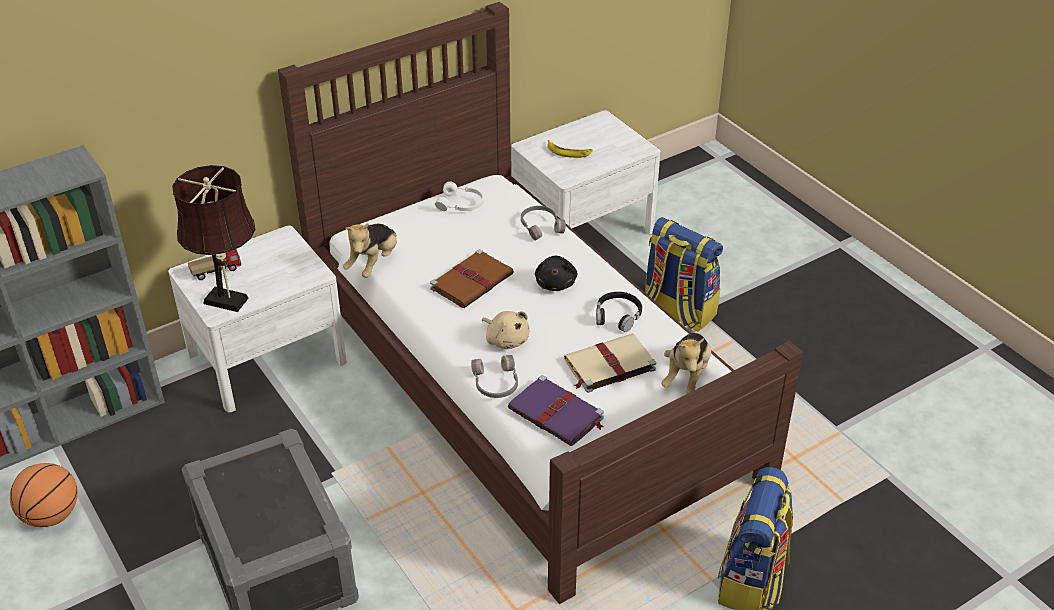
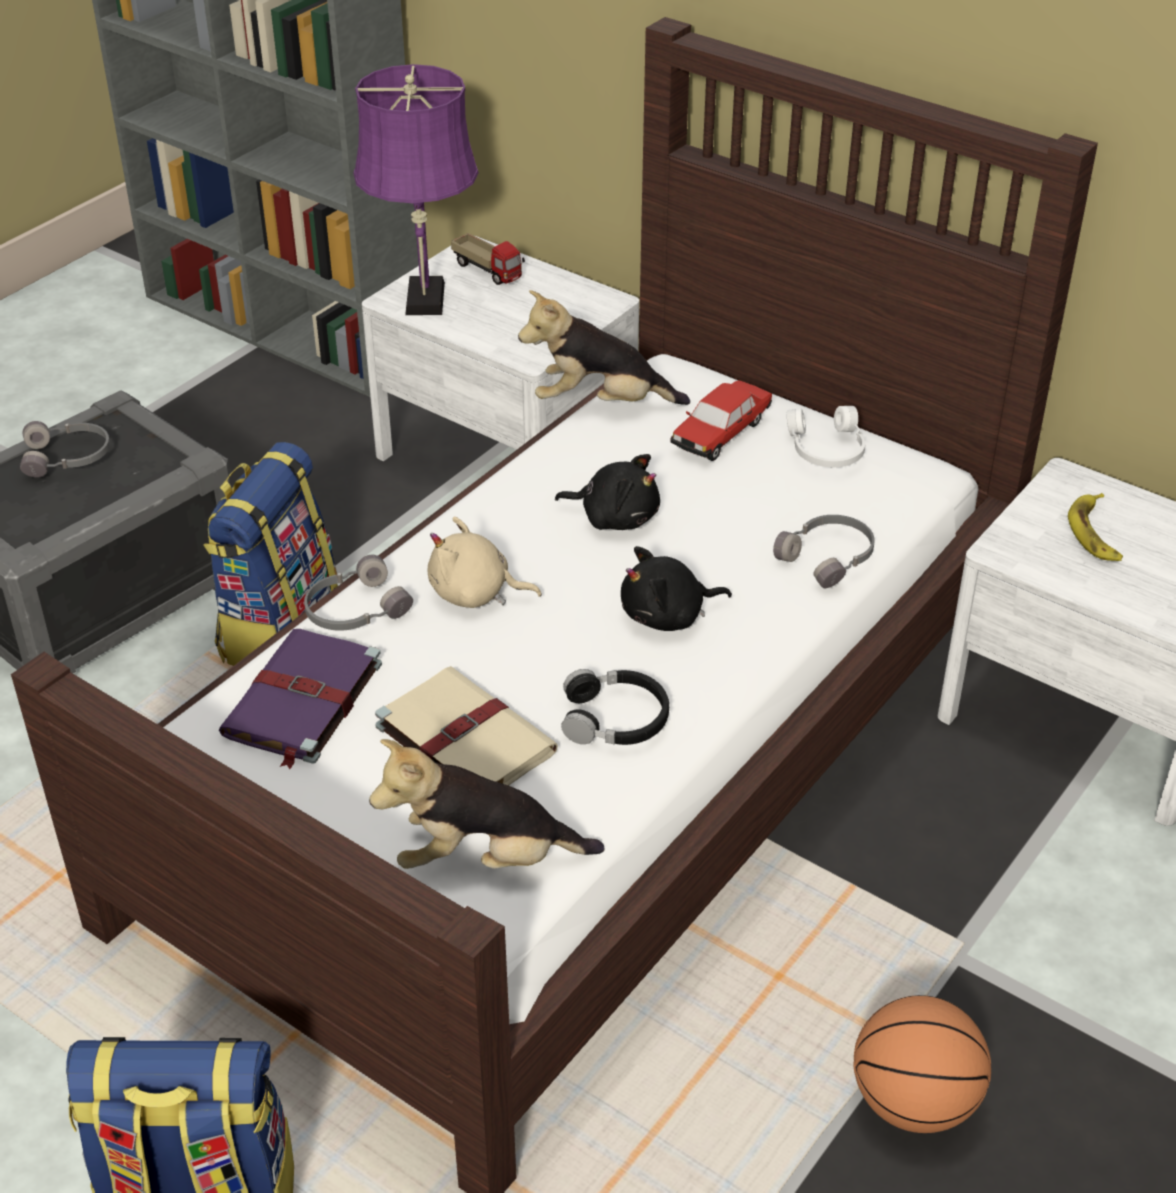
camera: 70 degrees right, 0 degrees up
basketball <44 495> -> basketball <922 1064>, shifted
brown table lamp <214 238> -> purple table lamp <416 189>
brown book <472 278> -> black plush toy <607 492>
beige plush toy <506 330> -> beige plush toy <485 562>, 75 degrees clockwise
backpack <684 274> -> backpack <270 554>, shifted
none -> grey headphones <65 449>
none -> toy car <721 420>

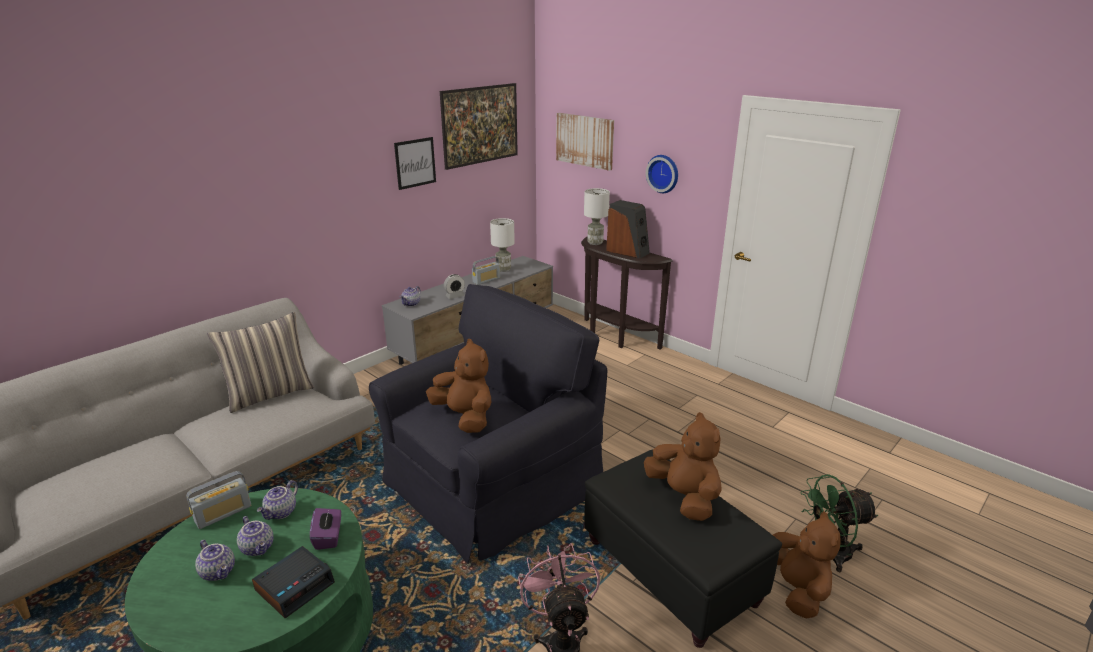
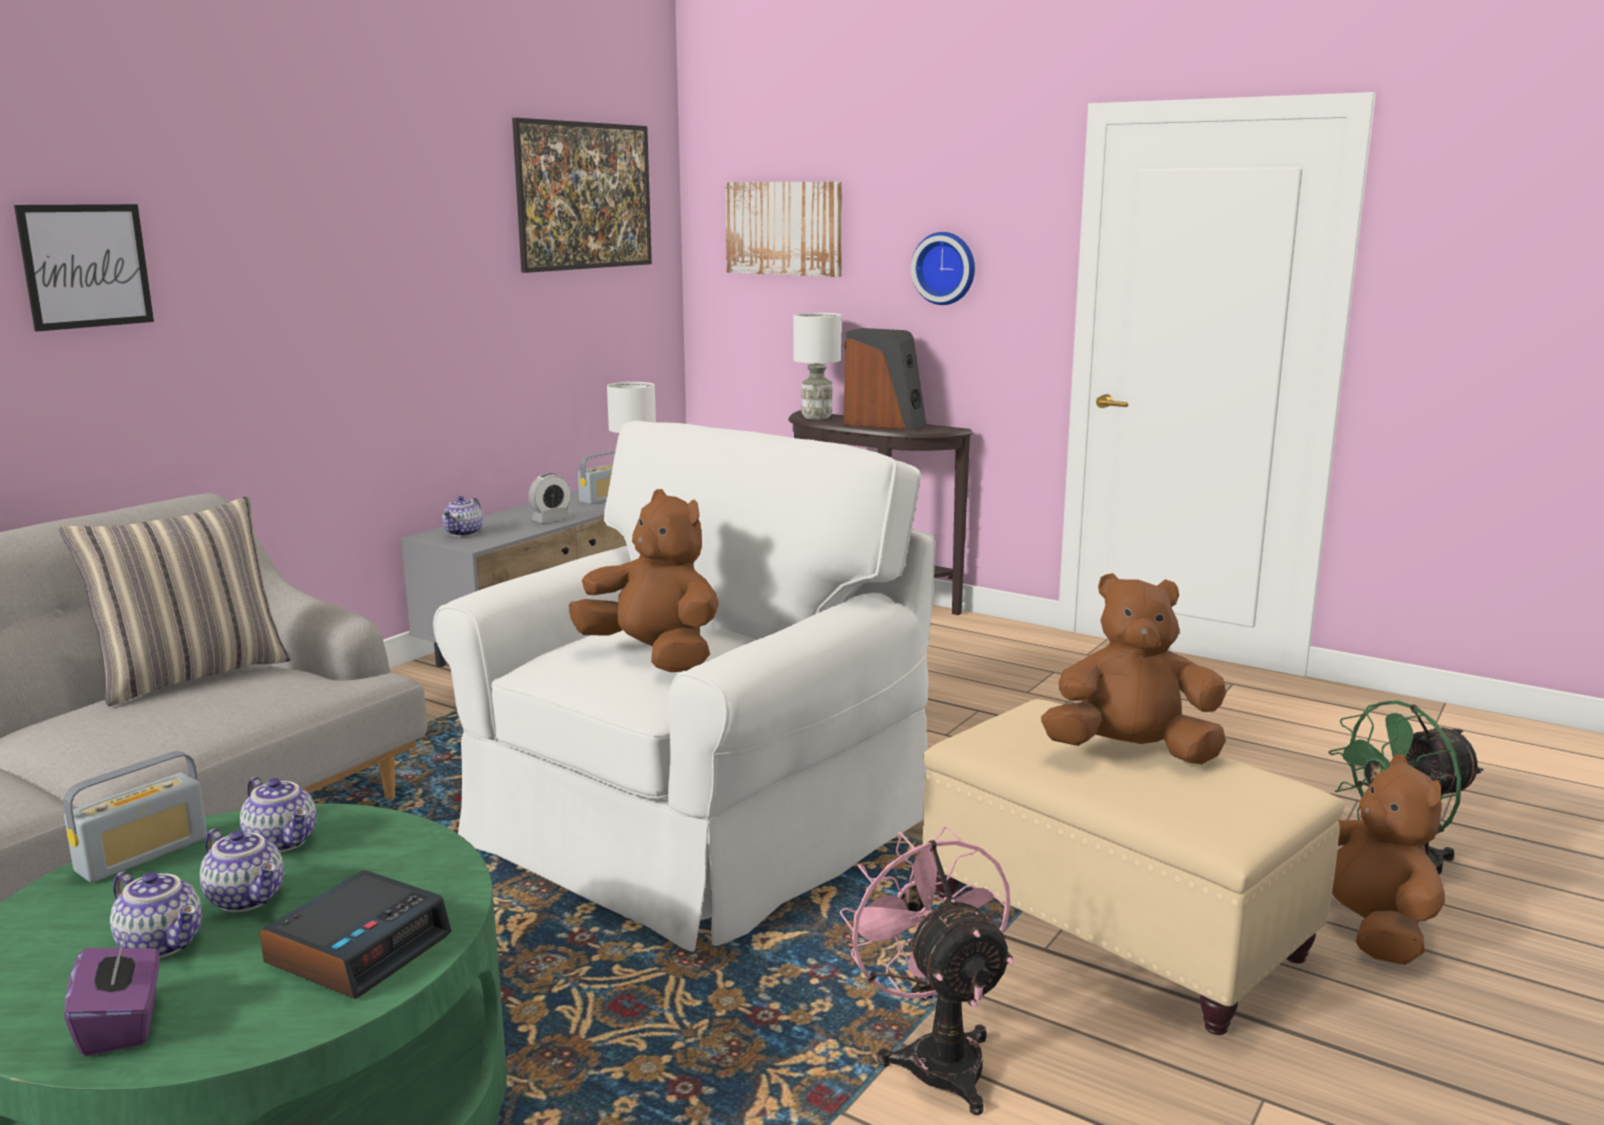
camera: 10 degrees left, 10 degrees down
teapot <277 500> -> teapot <278 815>, 60 degrees counterclockwise
purple tissue box <325 529> -> purple tissue box <112 995>, shifted
black armchair <488 423> -> white armchair <684 686>
picture <415 163> -> picture <84 267>, shifted
black ottoman <683 549> -> beige ottoman <1134 867>
brown plush toy <683 466> -> brown plush toy <1133 668>, 45 degrees counterclockwise

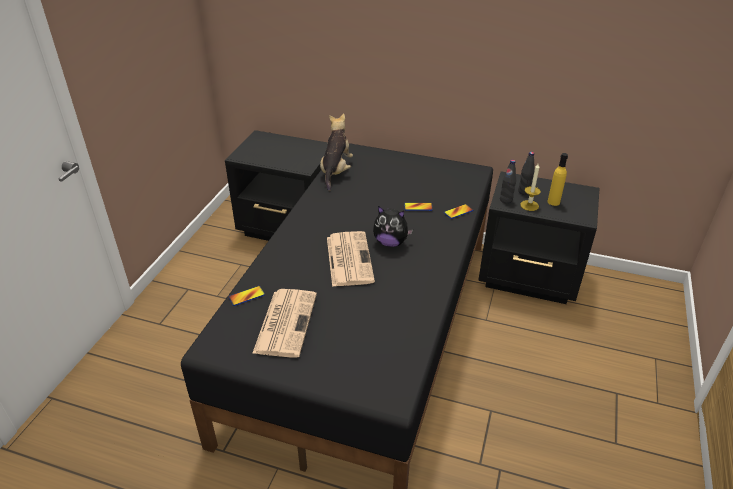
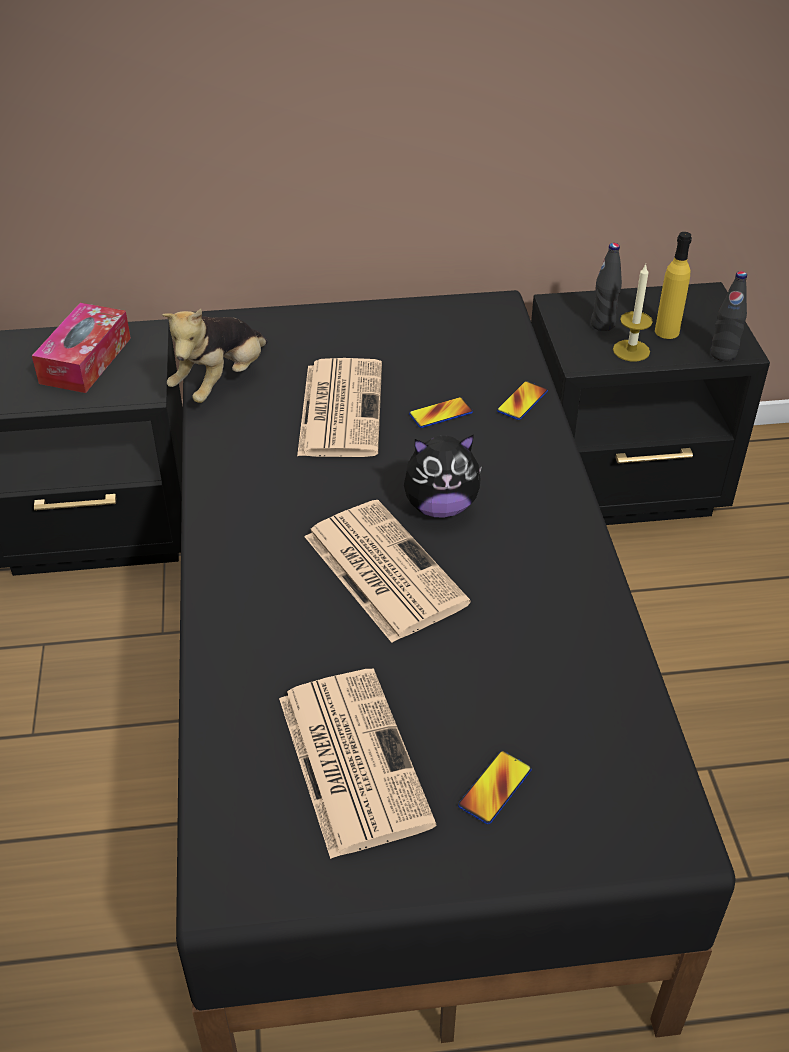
camera: 25 degrees left, 5 degrees up
phone <246 296> -> phone <495 787>, shifted
plush toy <336 152> -> plush toy <215 356>, 135 degrees counterclockwise
black bottle <508 181> -> black bottle <729 316>, shifted
none -> tissue box <81 348>
none -> newspaper <339 407>

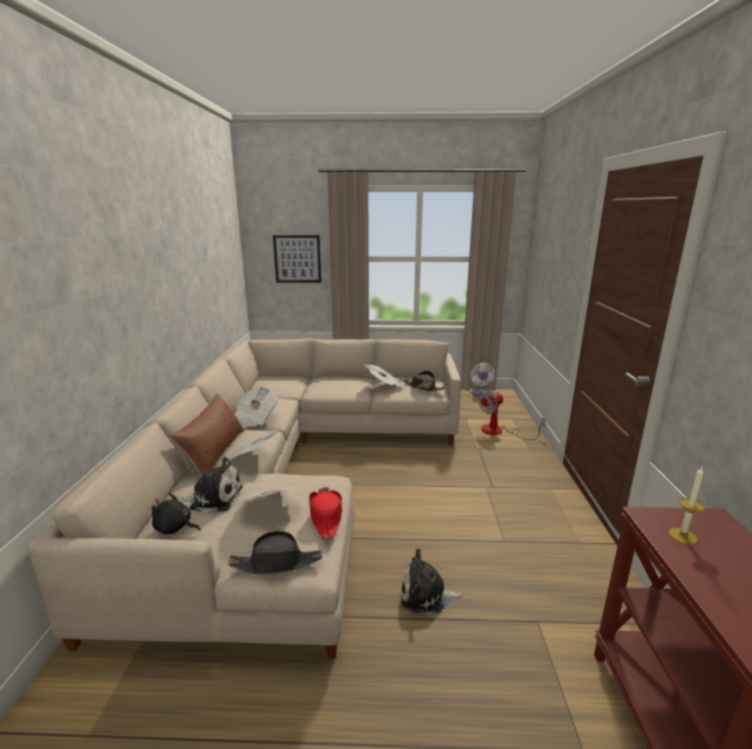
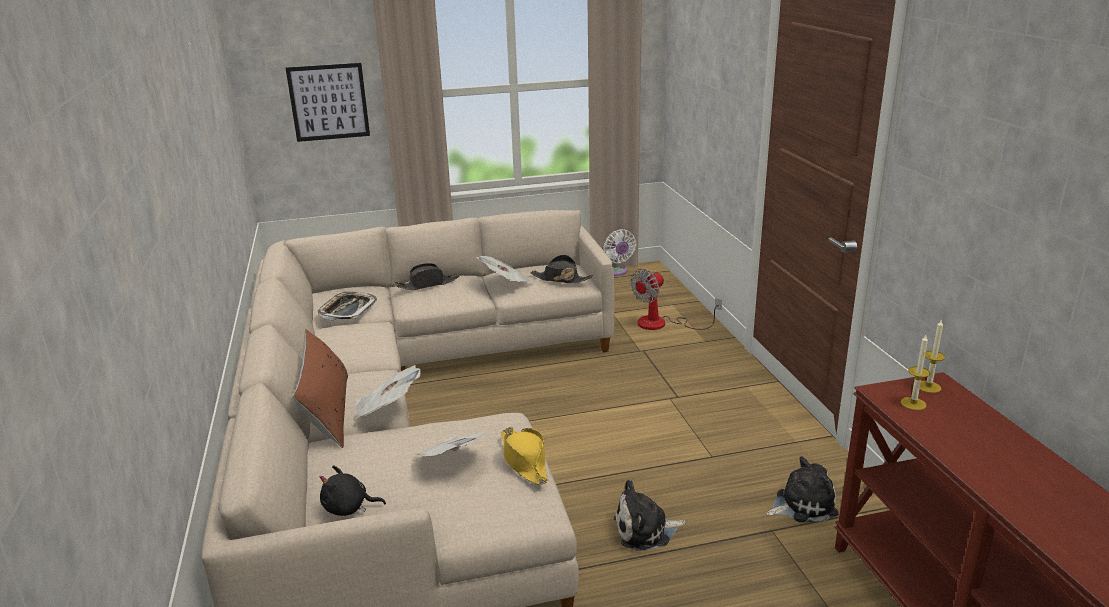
camera: 15 degrees left, 5 degrees up
plush toy <210 485> -> plush toy <802 489>, shifted
black hat <275 552> -> black hat <426 276>, shifted
newspaper <256 407> -> none
red hat <326 513> -> yellow hat <524 456>
none -> tray <347 305>
none -> candle <933 356>

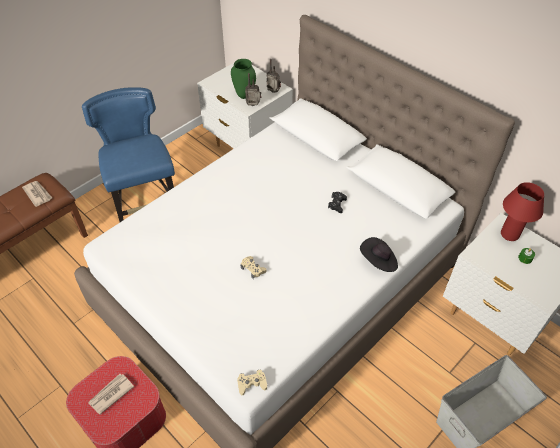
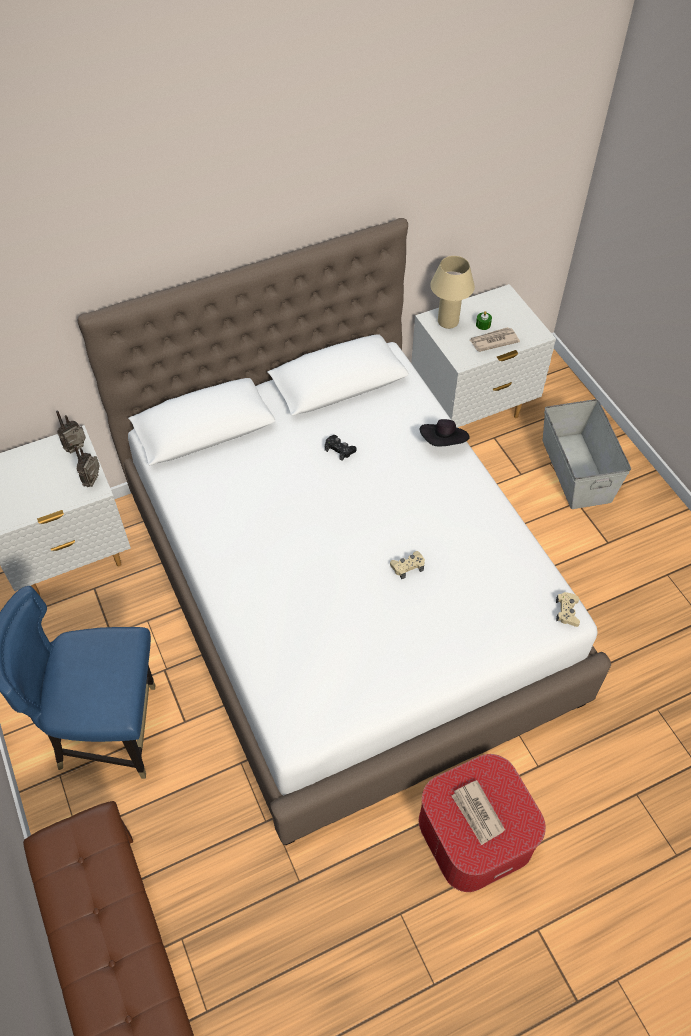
camera: 70 degrees left, 5 degrees up
newspaper <37 194> -> newspaper <495 339>, shifted
green vase <243 79> -> none
red table lamp <522 211> -> beige table lamp <452 292>

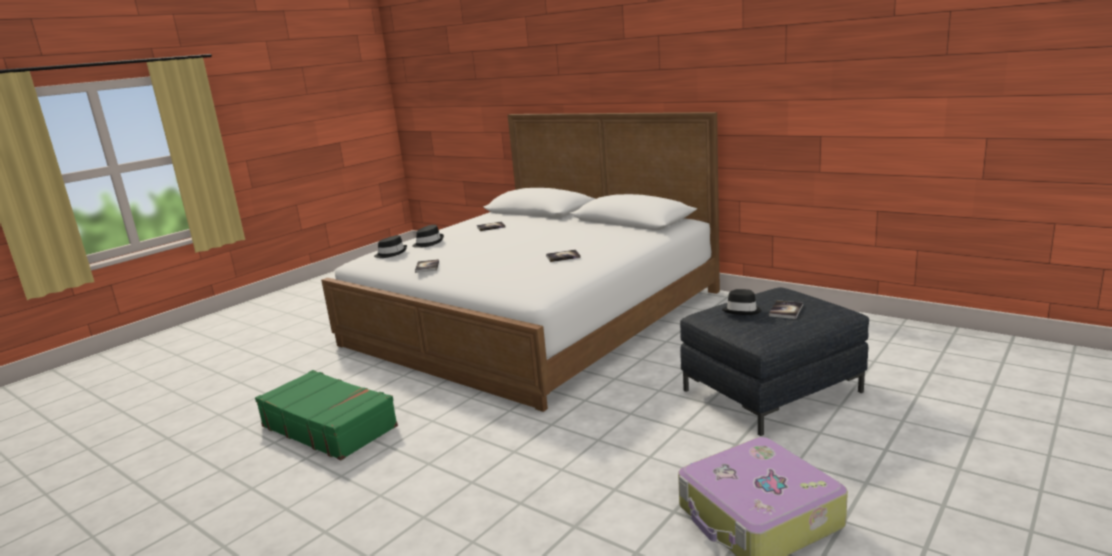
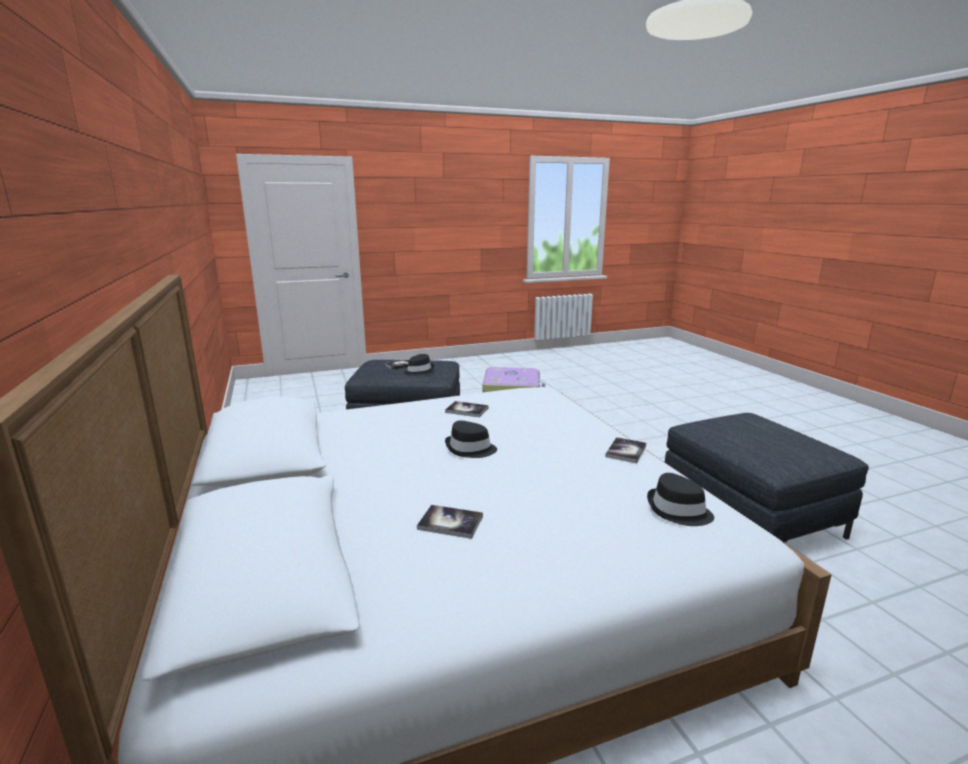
camera: 150 degrees left, 0 degrees up
green suitcase <326 415> -> grey ottoman <767 478>
black hat <428 236> -> black hat <471 439>, shifted

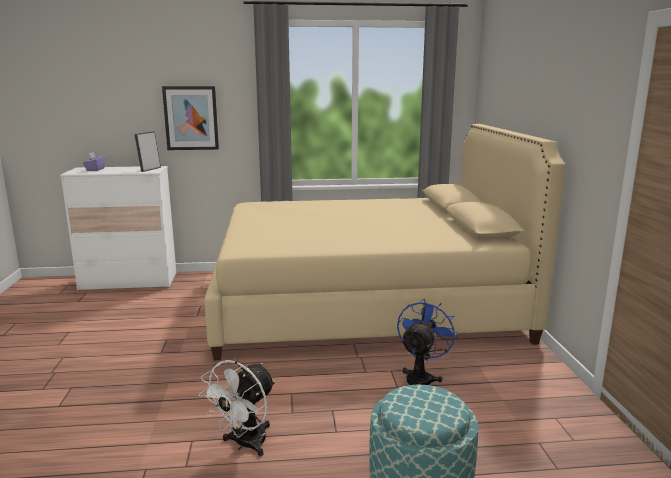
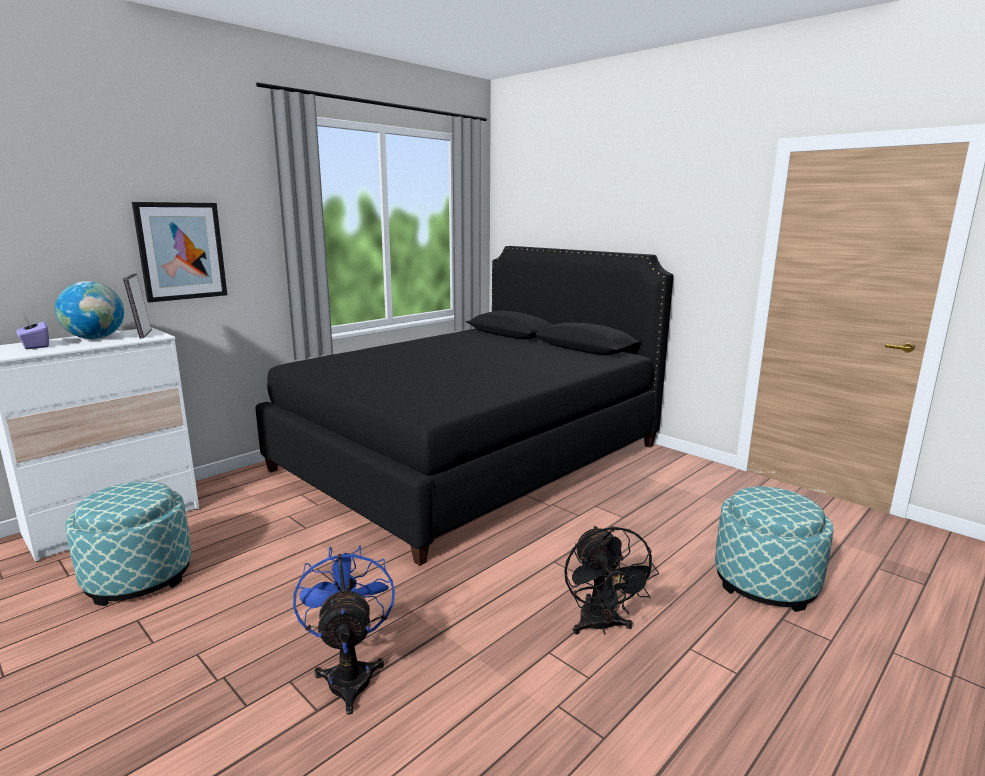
camera: 40 degrees left, 0 degrees up
white fan <237 408> -> black fan <611 580>
beige bed <385 242> -> black bed <464 406>
blue fan <427 341> -> blue fan <344 630>, shifted
none -> globe <89 310>
none -> ottoman <128 543>

